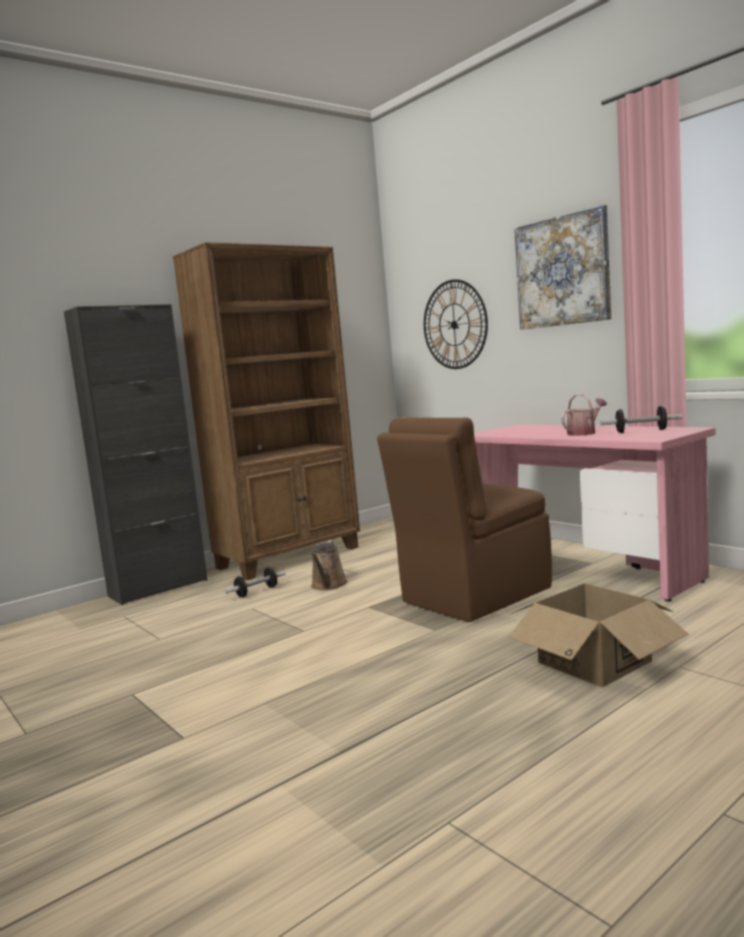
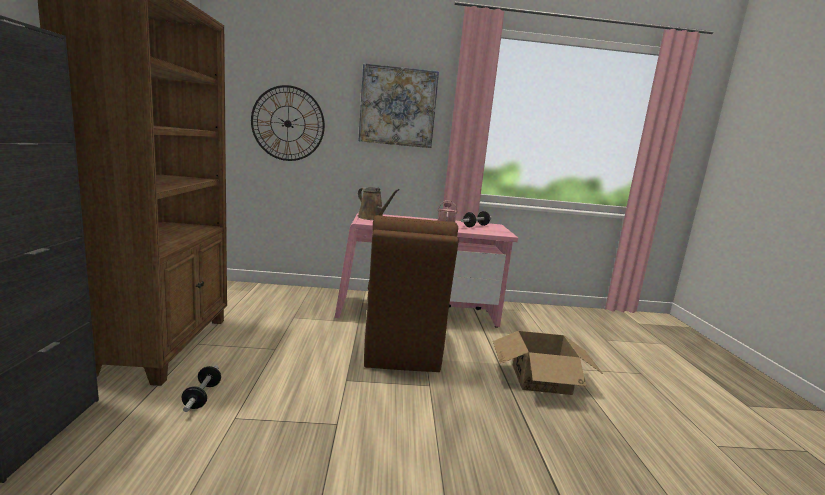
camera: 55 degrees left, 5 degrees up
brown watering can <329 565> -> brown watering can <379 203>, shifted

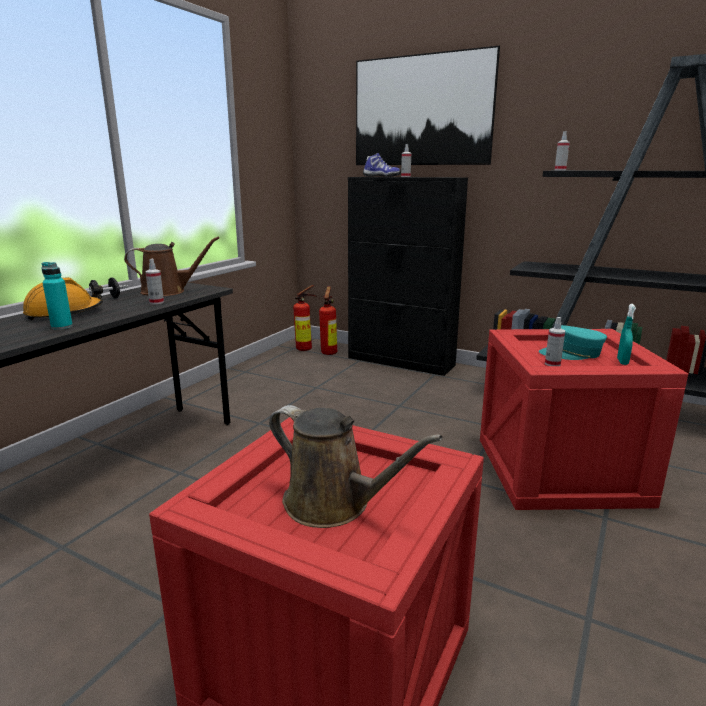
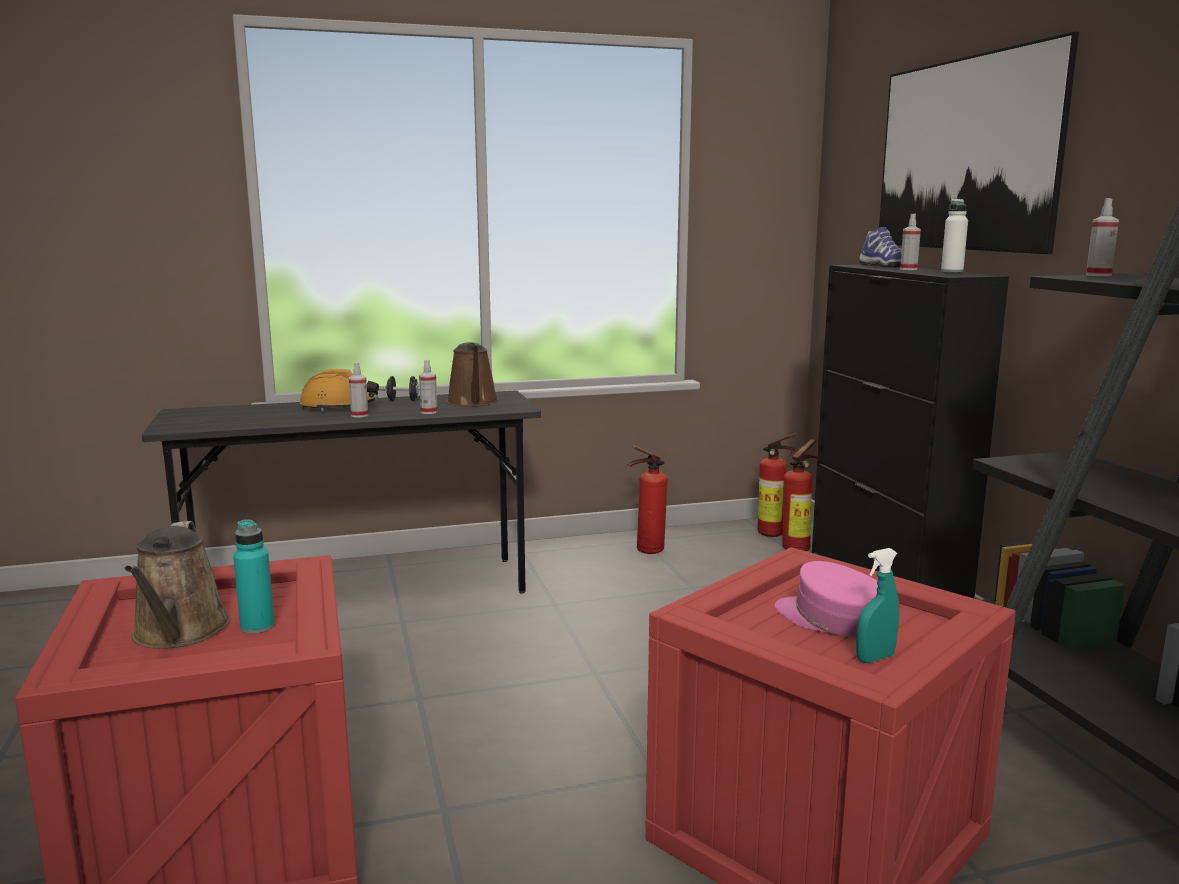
camera: 45 degrees right, 5 degrees down
turquoise bottle <57 296> -> turquoise bottle <254 576>, shifted
brown watering can <171 266> -> brown watering can <472 374>, 45 degrees clockwise
turquoise cap <573 342> -> pink cap <826 599>
spray bottle <555 341> -> spray bottle <358 390>, shifted
none -> fire extinguisher <648 499>
none -> white bottle <954 236>

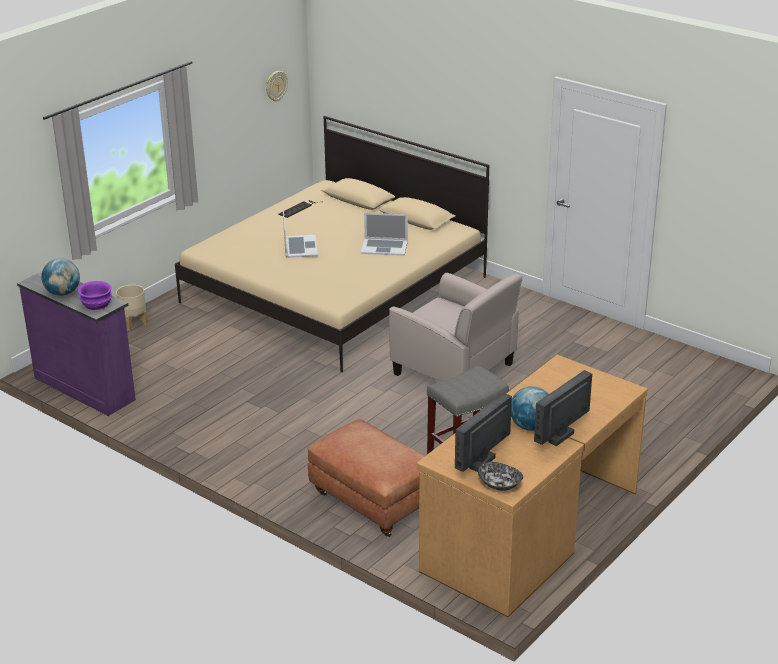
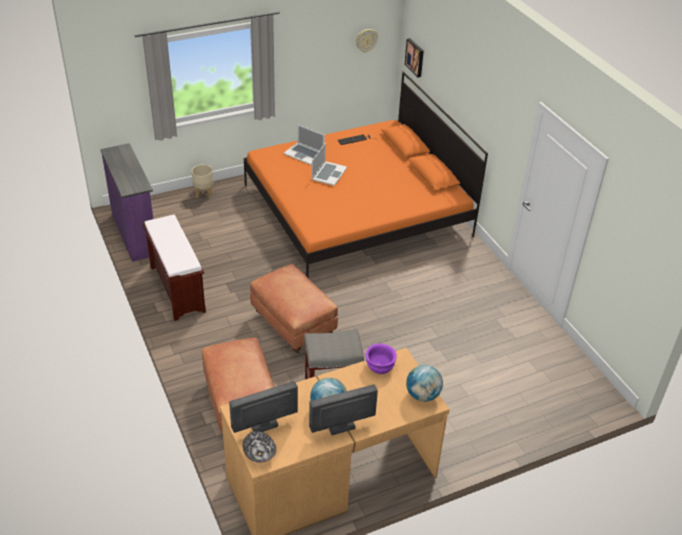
camera: 25 degrees right, 10 degrees up
globe <60 277> -> globe <424 383>, shifted
purple bowl <95 295> -> purple bowl <381 358>, shifted
beige bed <332 244> -> orange bed <366 174>
laptop <384 234> -> laptop <304 144>, shifted
beige armchair <456 327> -> none
none -> brown bench <174 268>
none -> brown ottoman <294 309>
none -> picture <414 57>

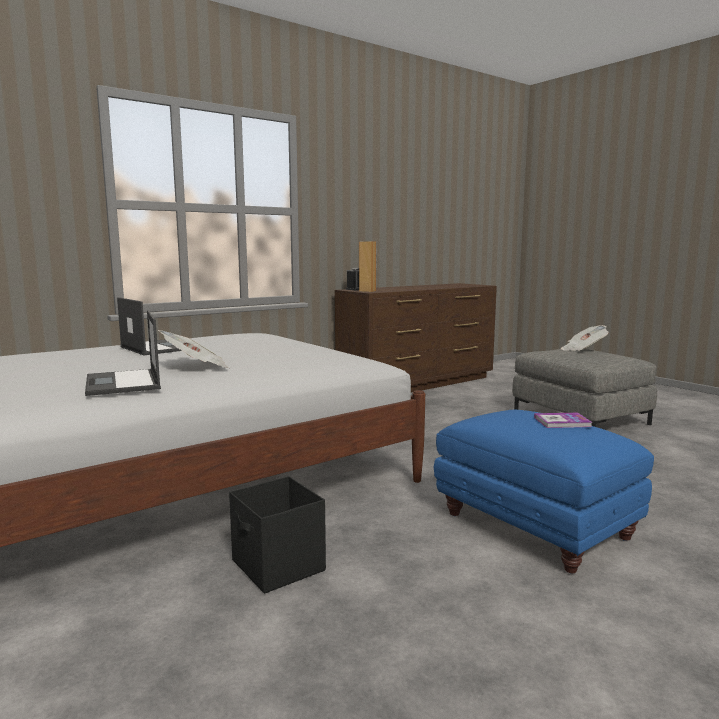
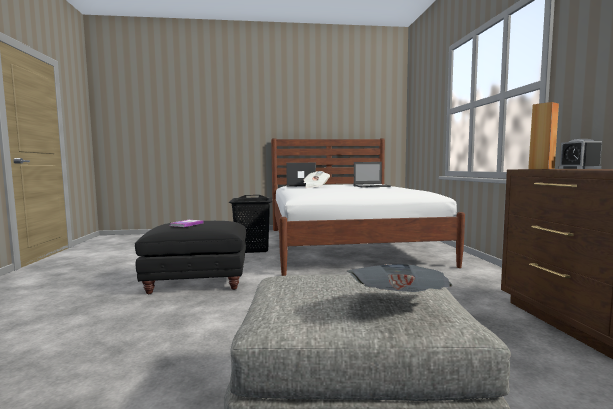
camera: 120 degrees right, 5 degrees down
black storage box <277 535> -> black laundry basket <250 224>
blue ottoman <544 492> -> black ottoman <190 257>

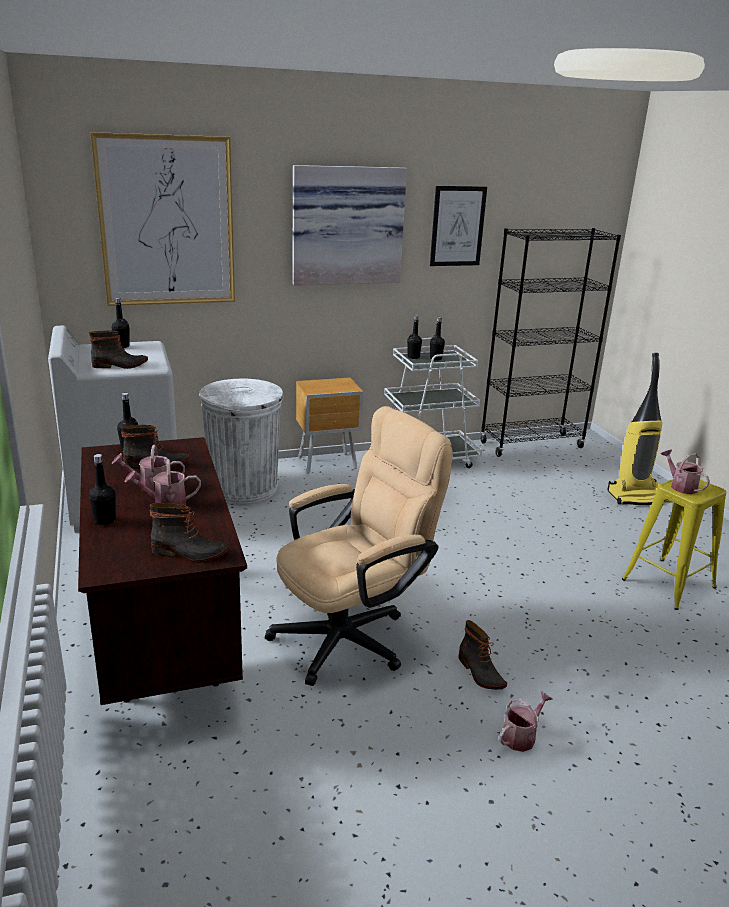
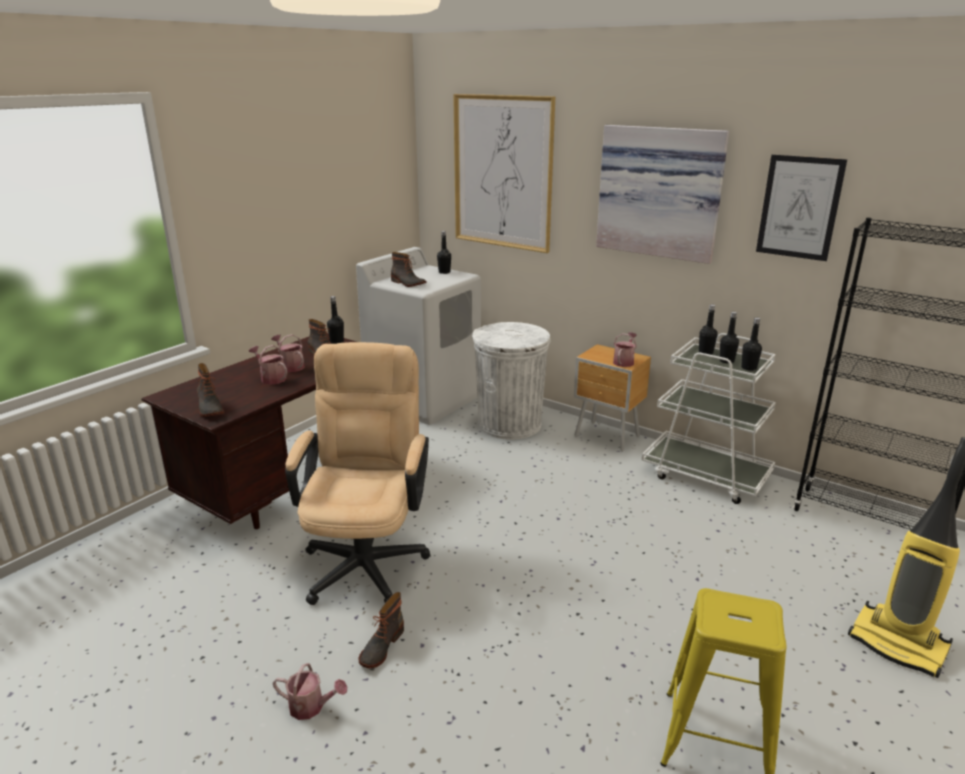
camera: 55 degrees right, 0 degrees up
black bottle <102 489> -> black bottle <751 344>, shifted
beige office chair <359 546> -> beige office chair <357 473>, 105 degrees counterclockwise
watering can <685 472> -> watering can <625 349>, shifted

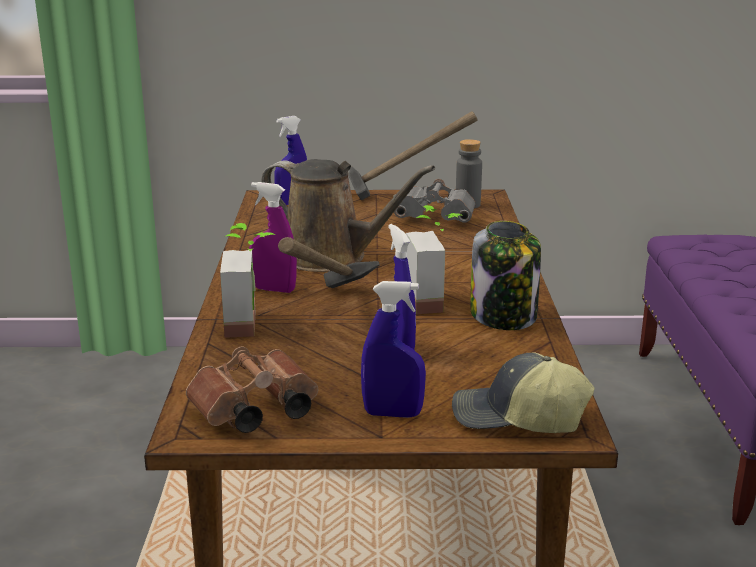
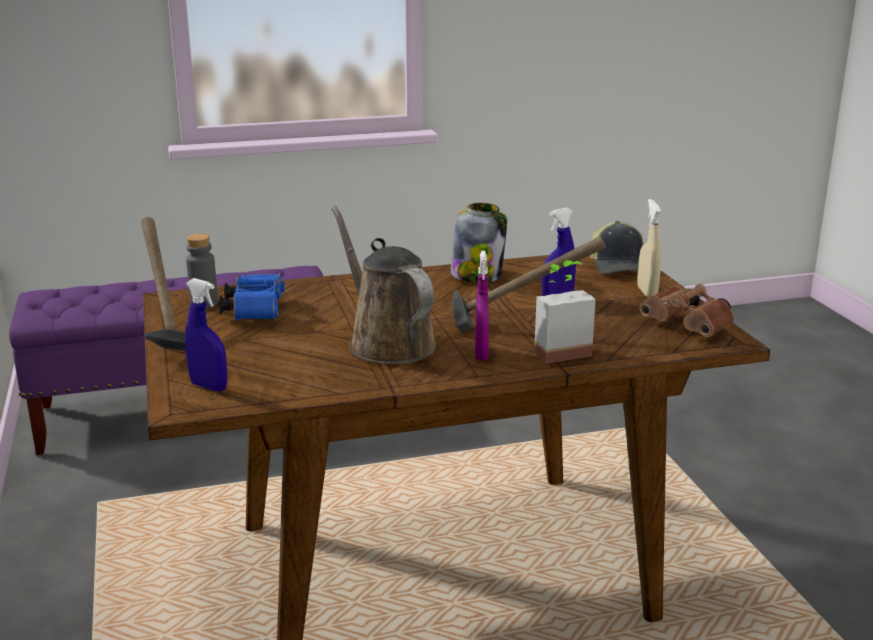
camera: 105 degrees left, 0 degrees up
brown watering can <348 215> -> brown watering can <383 285>, 45 degrees counterclockwise
blue spray bottle <393 349> -> beige spray bottle <649 248>
grey binoculars <434 201> -> blue binoculars <252 297>
potted plant <434 259> -> none

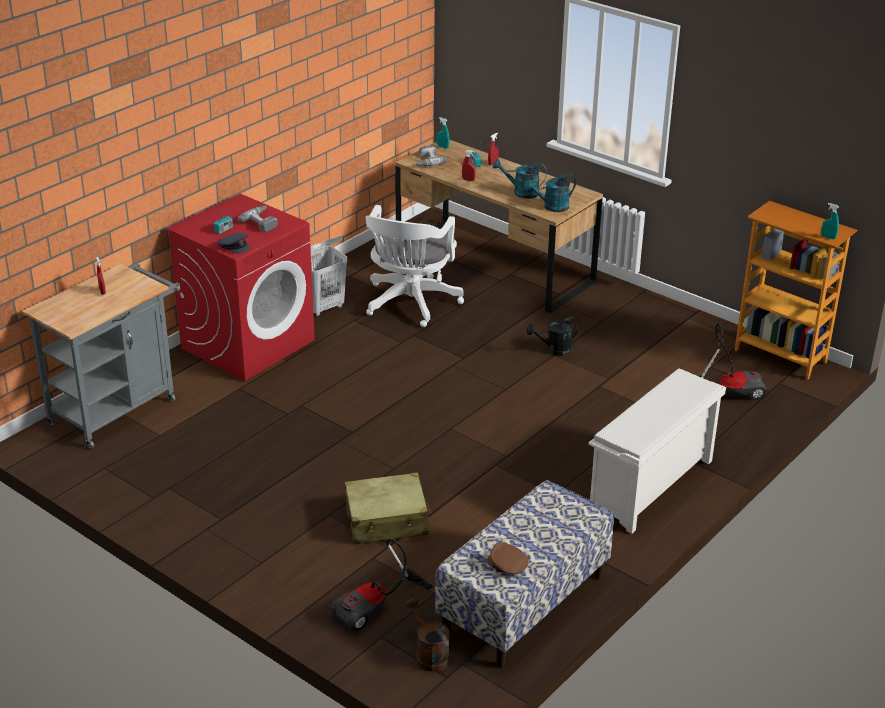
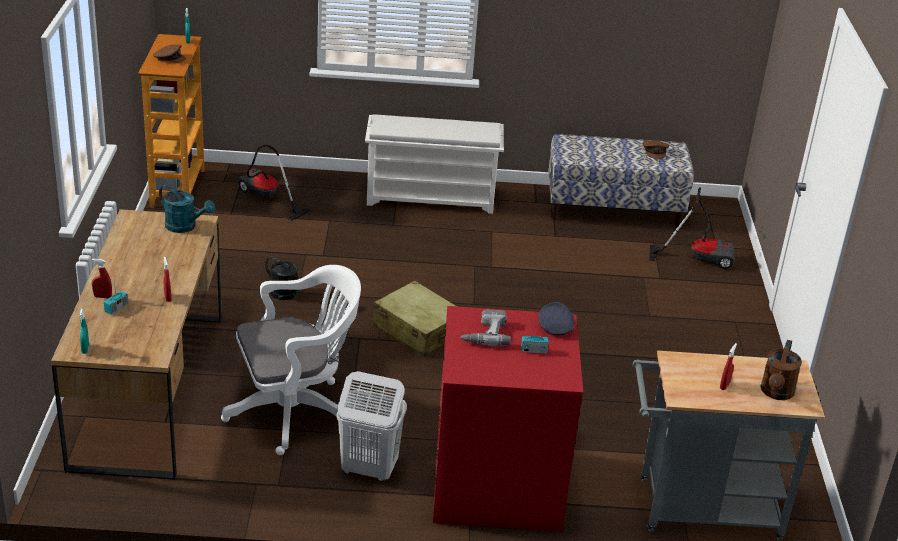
camera: 130 degrees left, 0 degrees up
beige suitcase <388 508> -> beige suitcase <414 318>, shifted
brown watering can <428 635> -> brown watering can <781 370>, shifted
power drill <431 155> -> none
turquoise watering can <520 179> -> none
none -> brown cap <169 54>

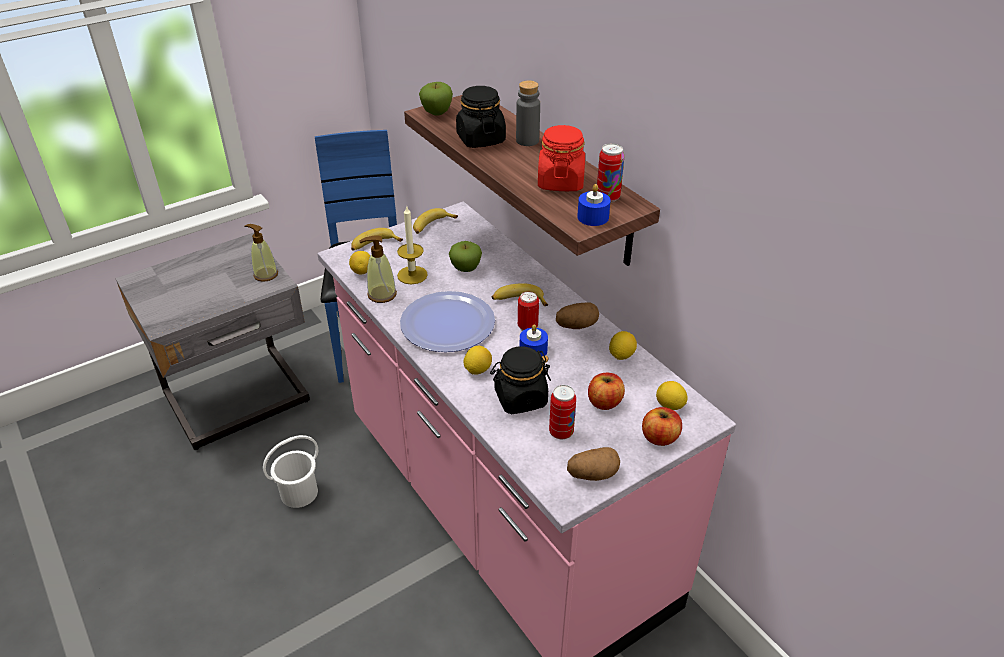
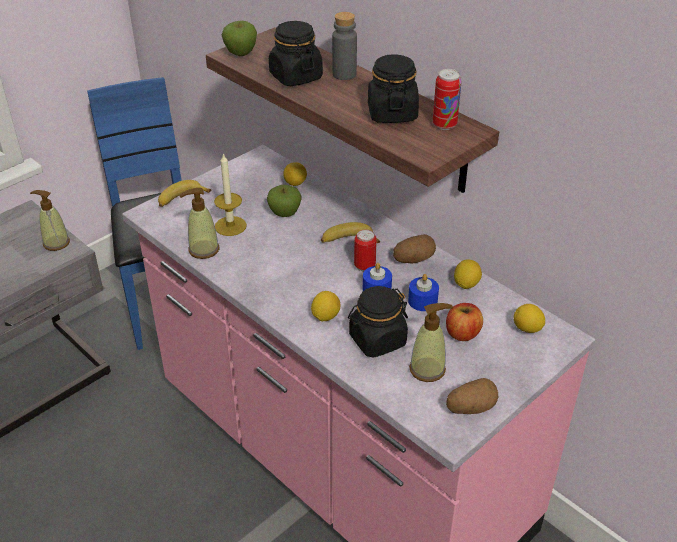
camera: 10 degrees left, 0 degrees up
white bucket <290 471> -> none
lemon <360 263> -> lemon <295 174>, shifted
plate <447 321> -> none
banana <435 221> -> none
red jar <561 158> -> black jar <393 88>
can <562 412> -> soap dispenser <431 342>
blue candle <594 205> -> blue candle <423 292>, shifted
apple <662 426> -> none

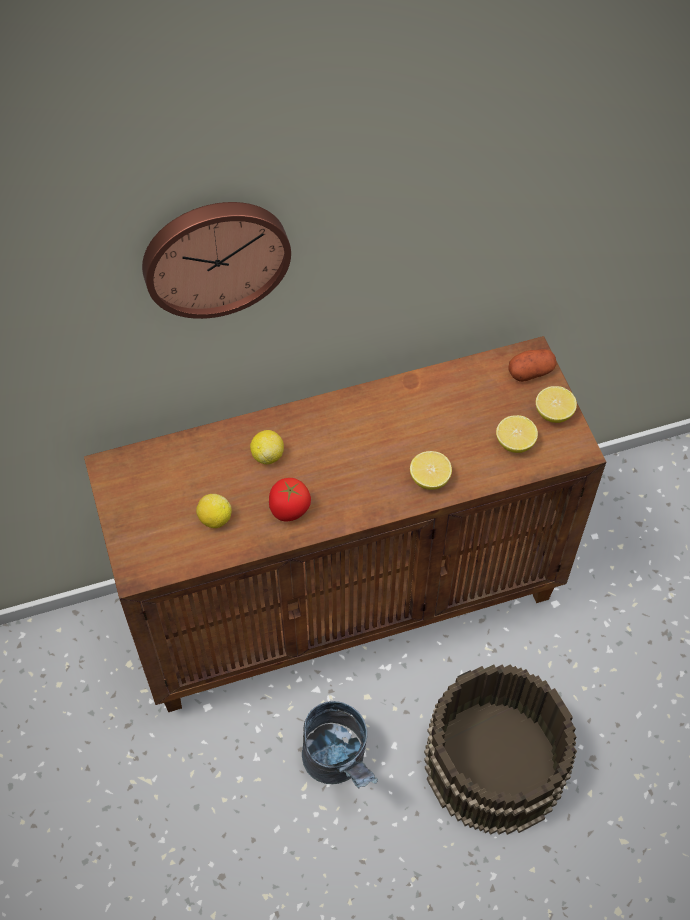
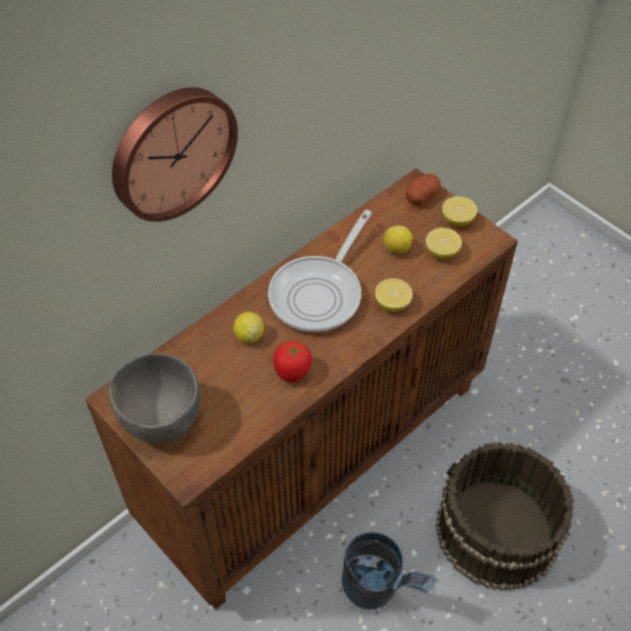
camera: 25 degrees left, 5 degrees down
lemon <214 511> -> lemon <398 240>, shifted
none -> grey bowl <154 398>
none -> frying pan <320 271>

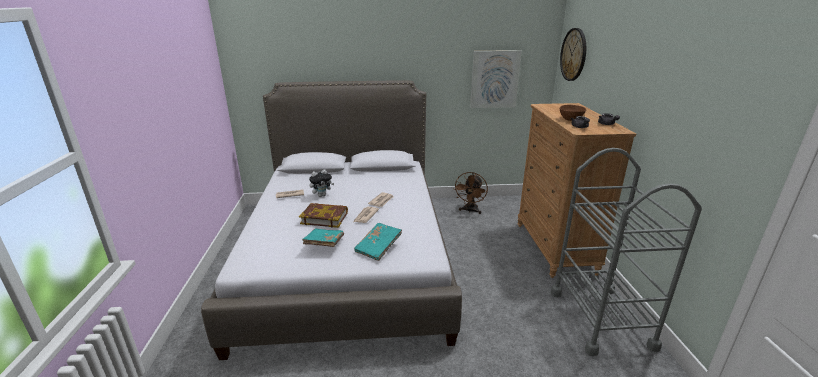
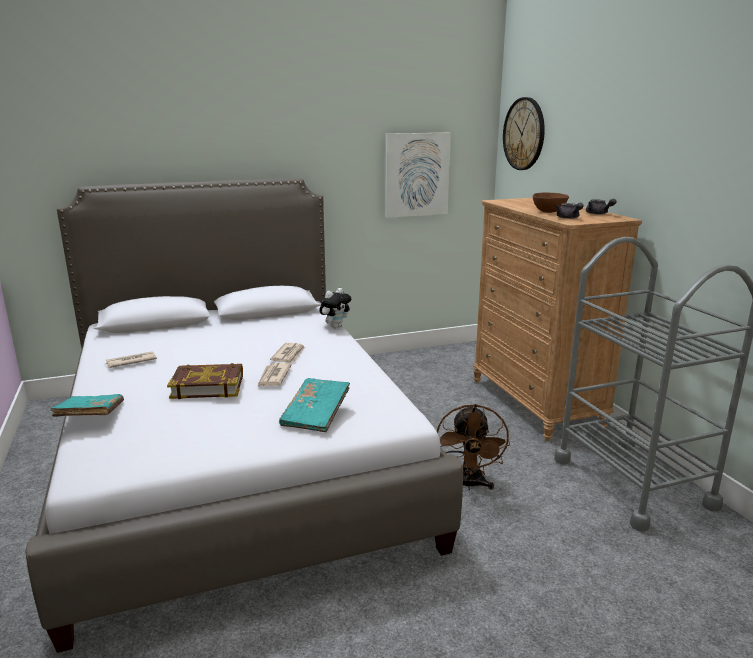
camera: 15 degrees left, 5 degrees down
turquoise book <323 237> -> turquoise book <87 405>, shifted
plush toy <321 183> -> plush toy <335 308>, shifted
brown fan <471 193> -> brown fan <473 447>, shifted

